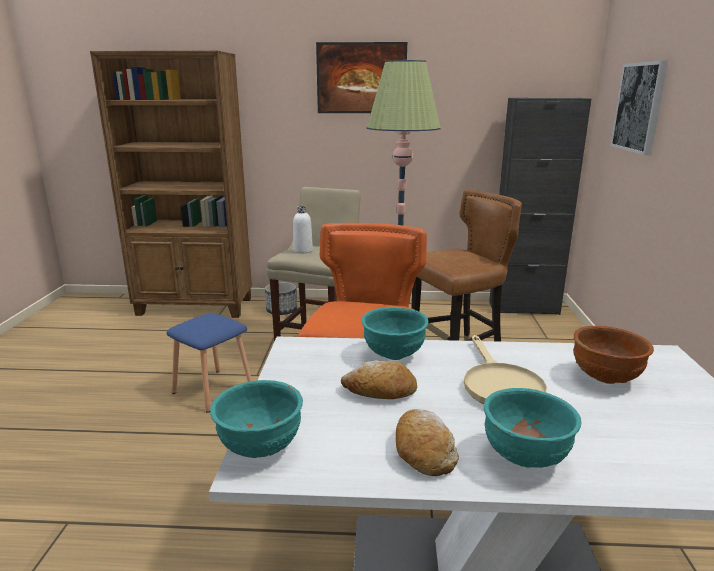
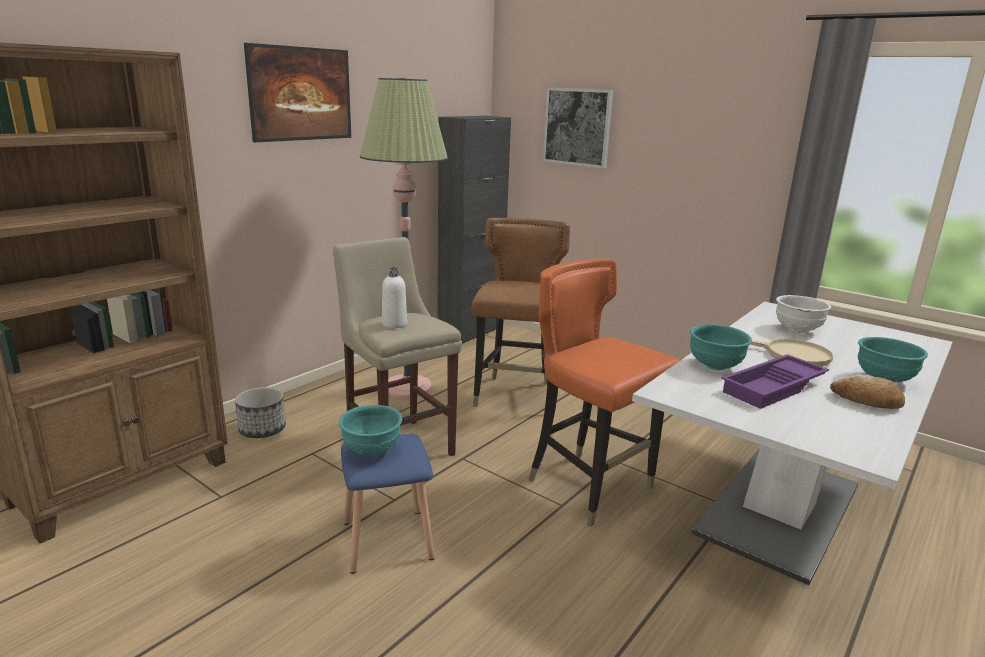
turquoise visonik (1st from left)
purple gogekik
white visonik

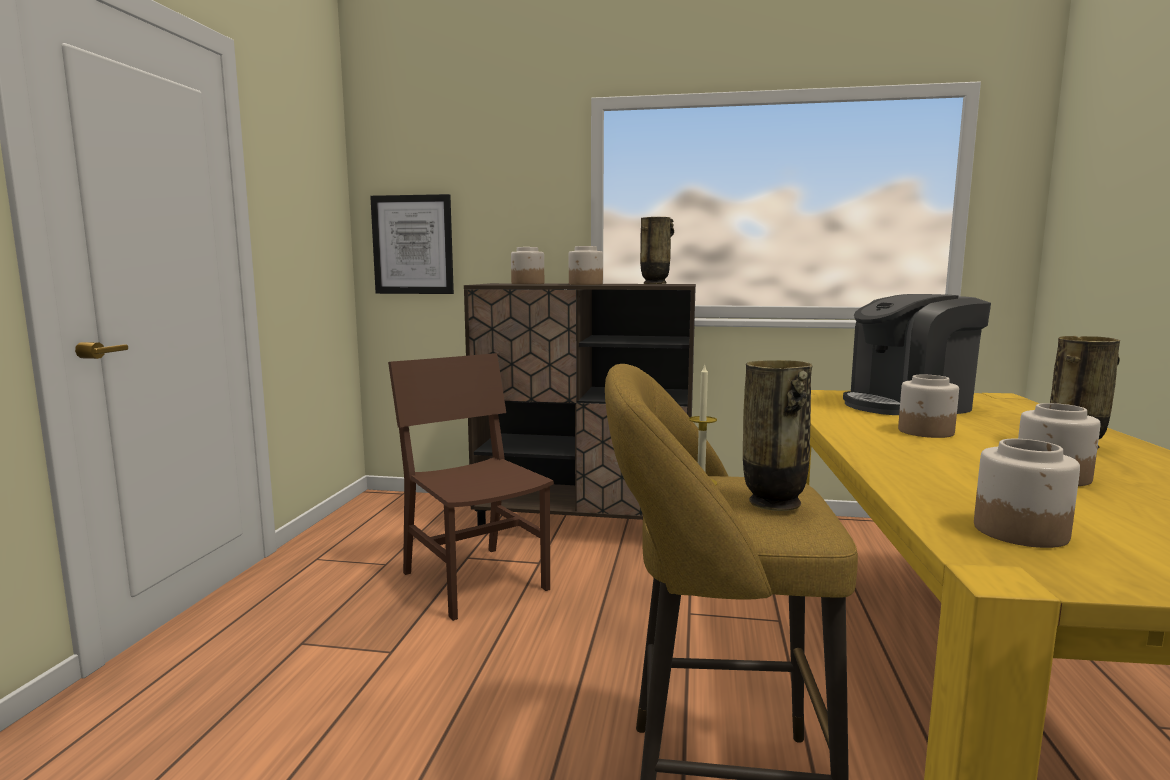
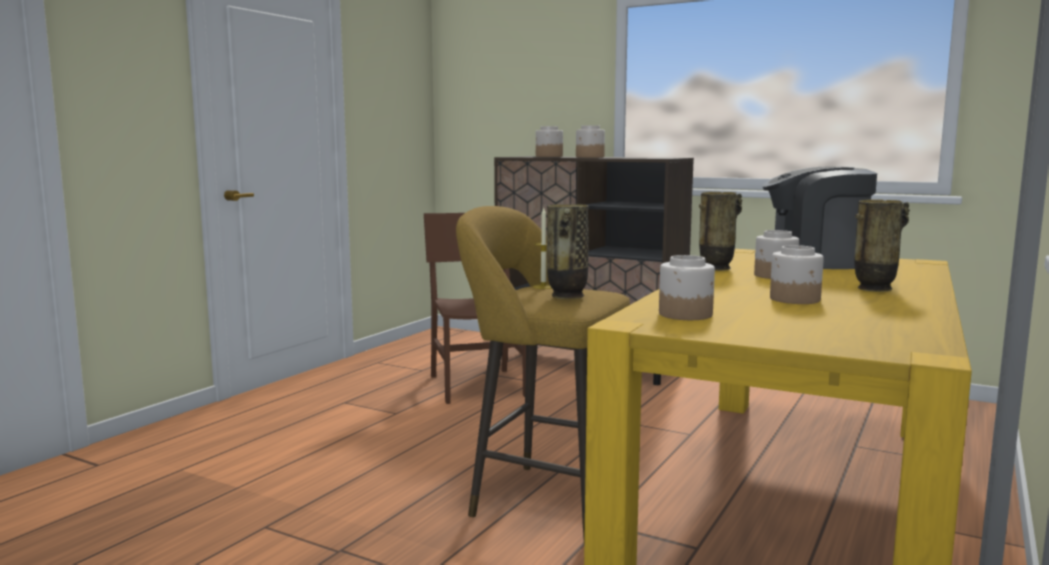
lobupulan
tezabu (2nd from left)

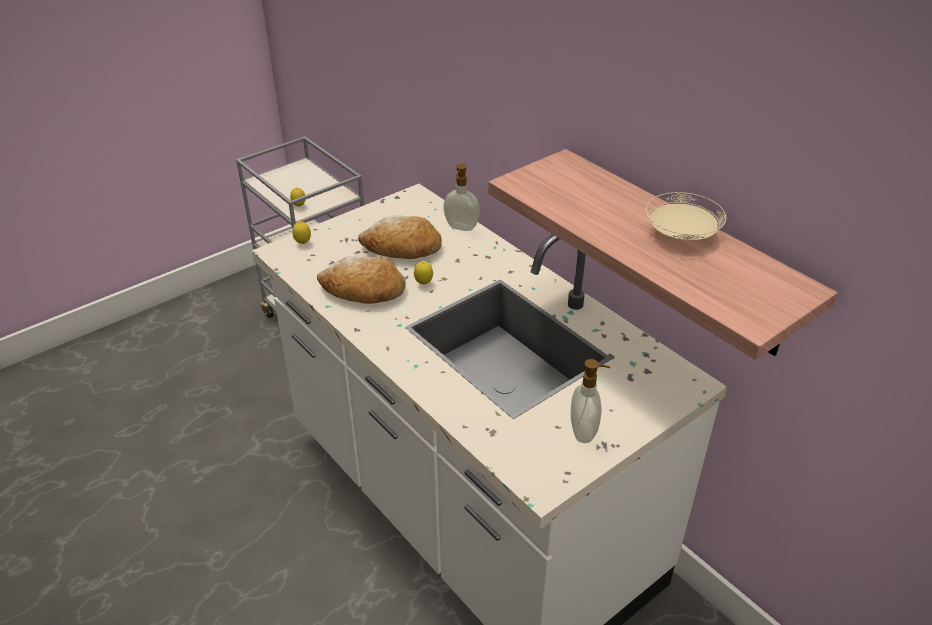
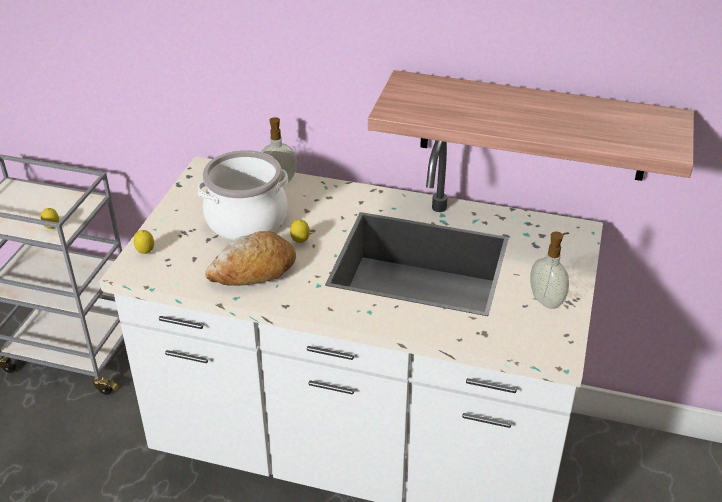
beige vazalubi
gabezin

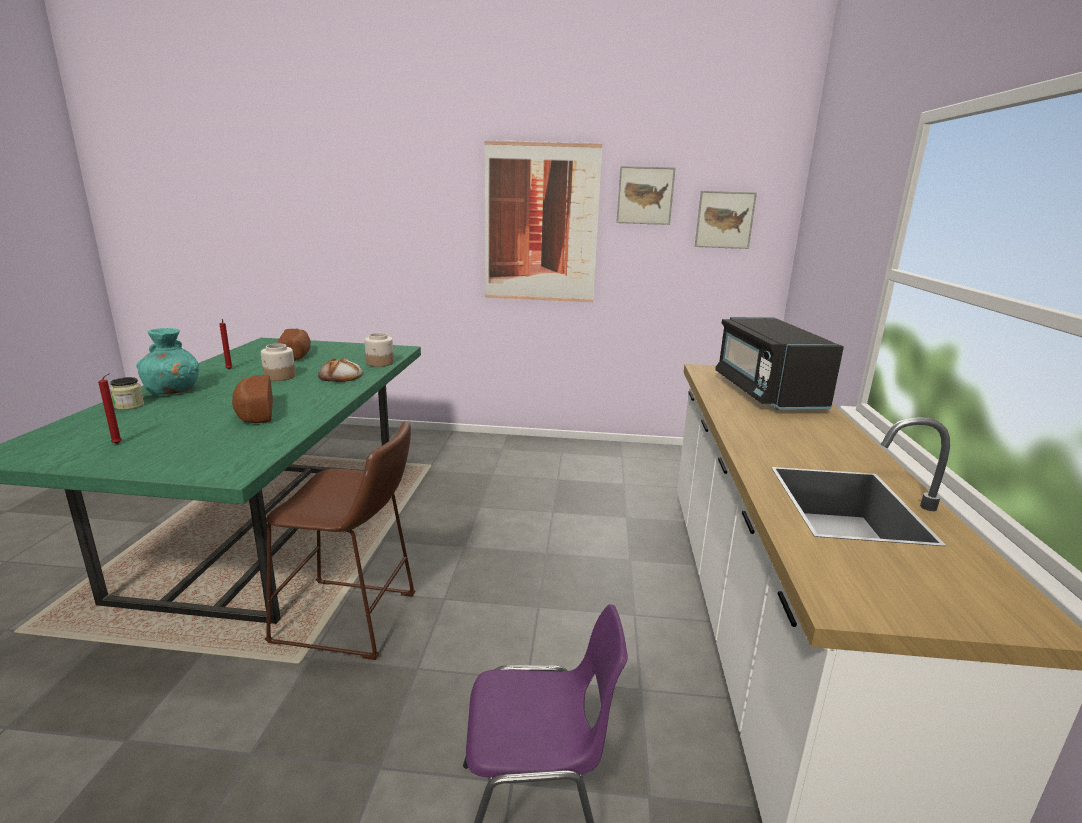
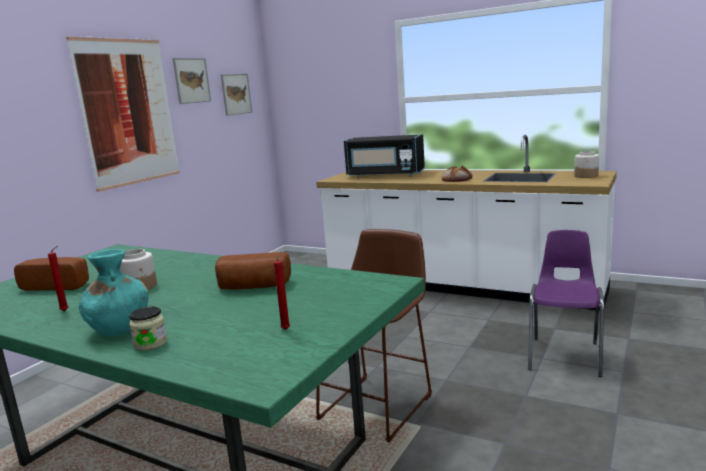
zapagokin (3rd from left)
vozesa (3rd from left)

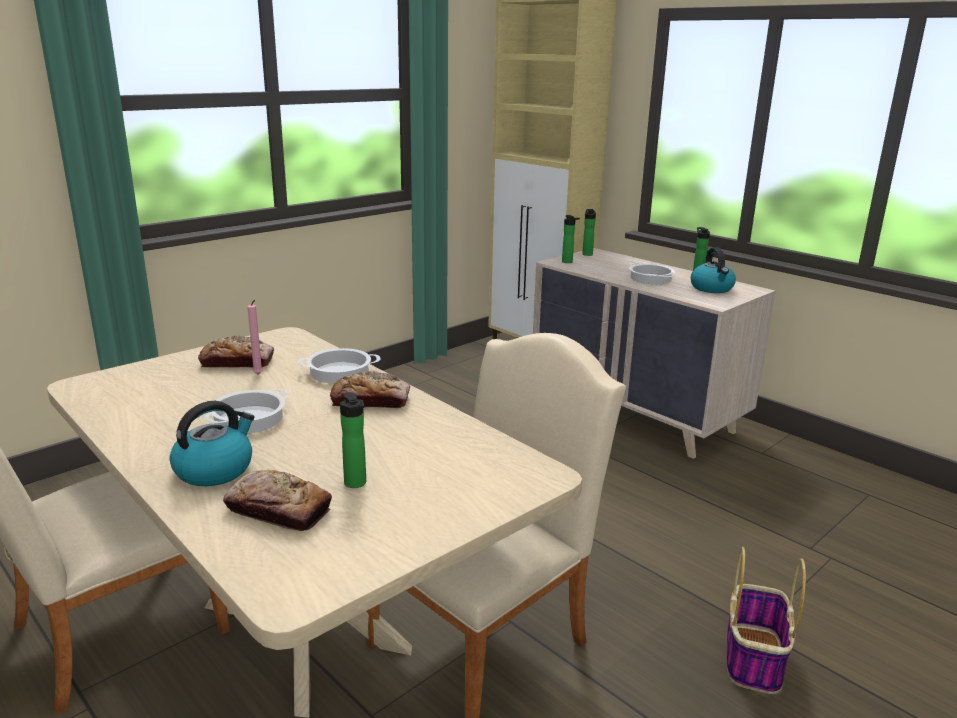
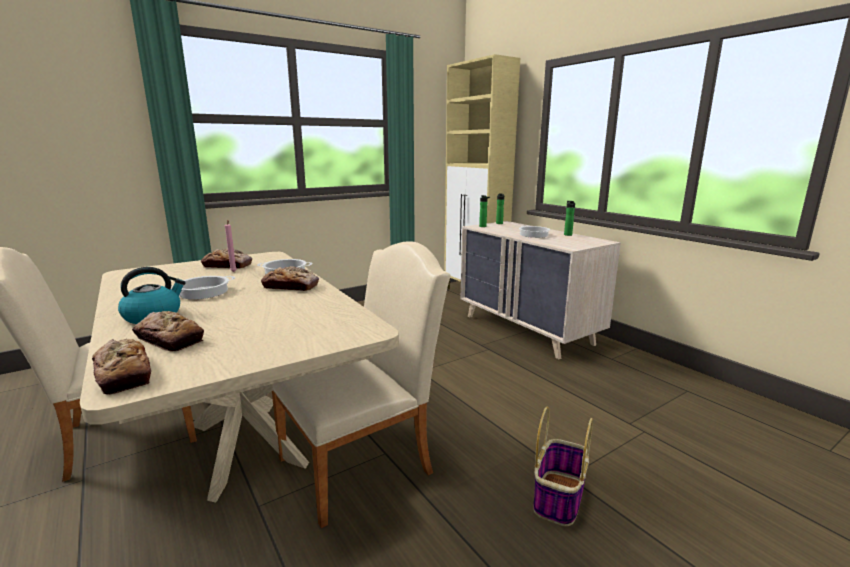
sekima (1st from left in the first image)
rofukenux (2nd from left in the first image)
zapagokin (1st from left)

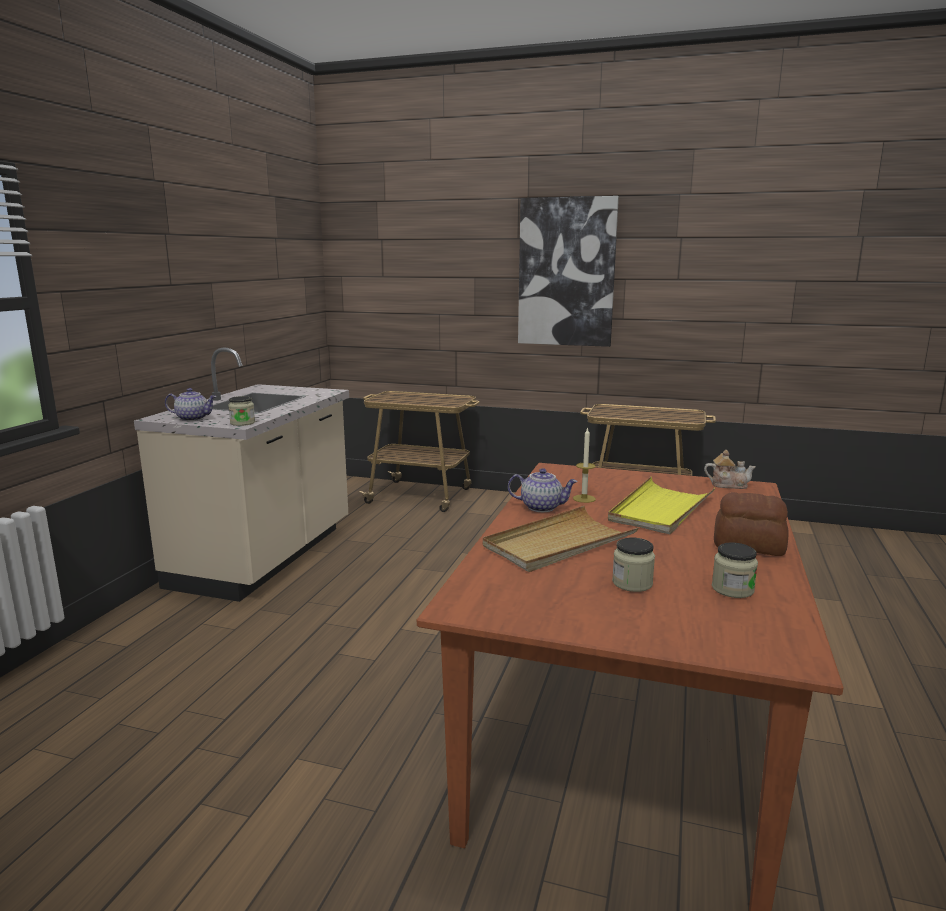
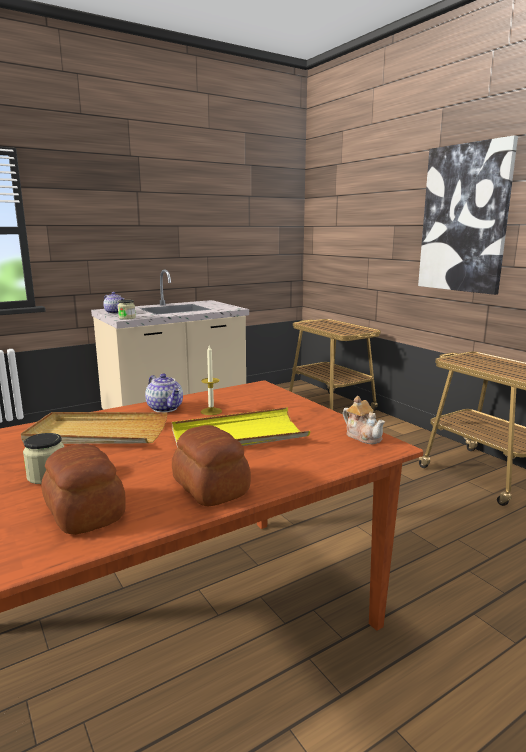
zapagokin (1st from left)

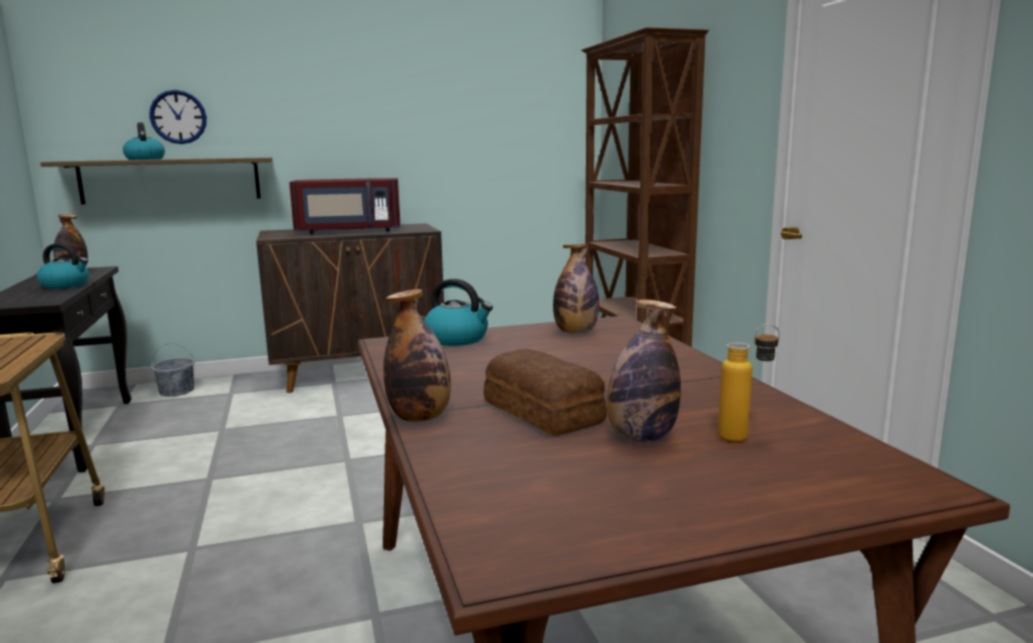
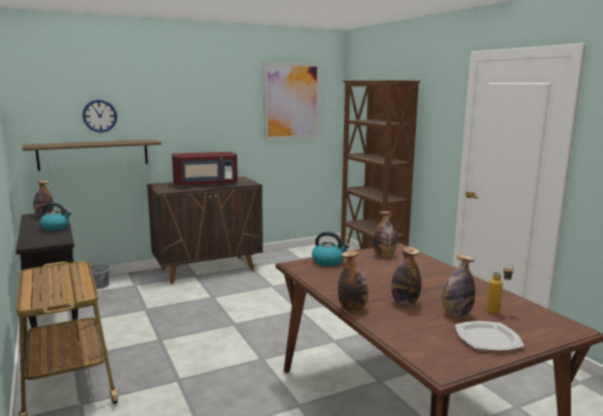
rofukenux (2nd from left in the first image)
lobupulan
vazalubi
sekima (4th from left)

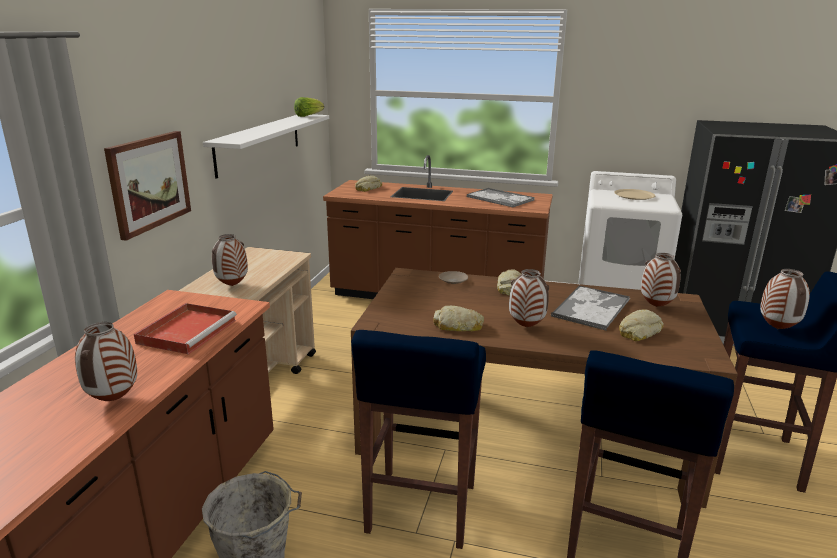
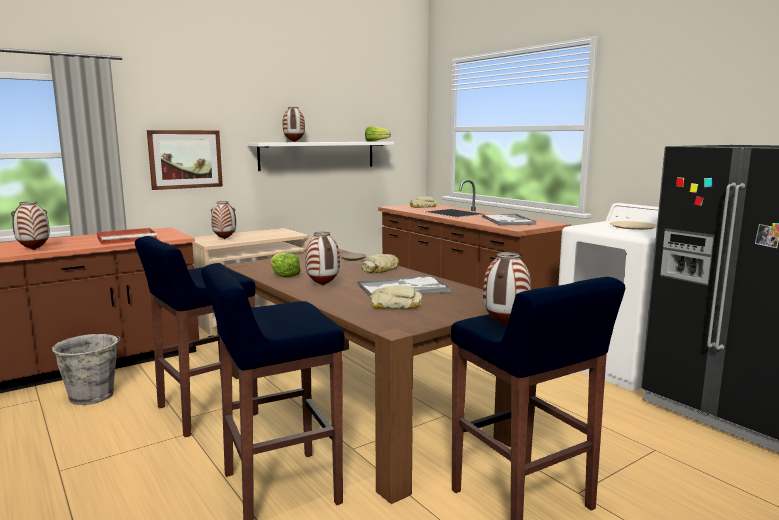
tezabu (3rd from left)
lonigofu (1st from left)

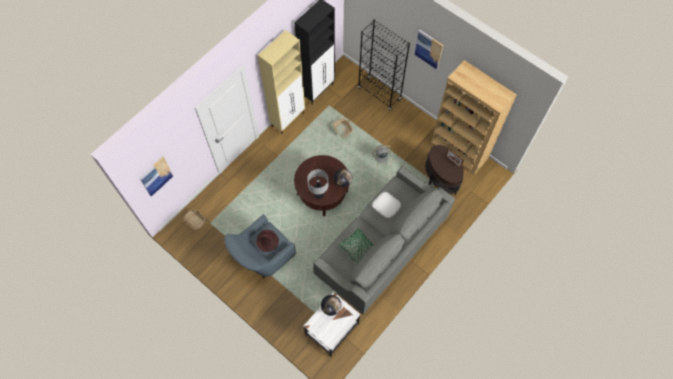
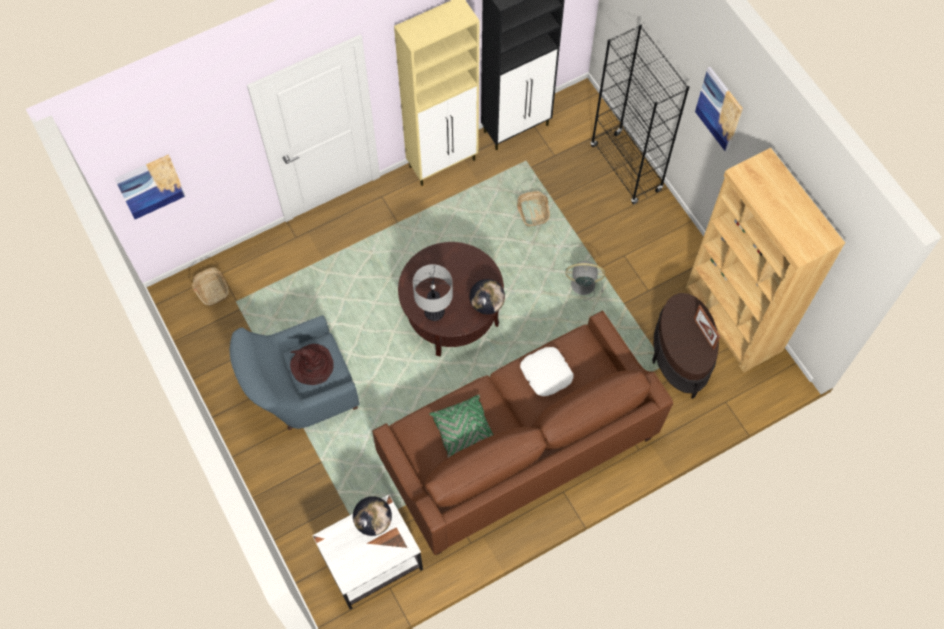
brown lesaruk

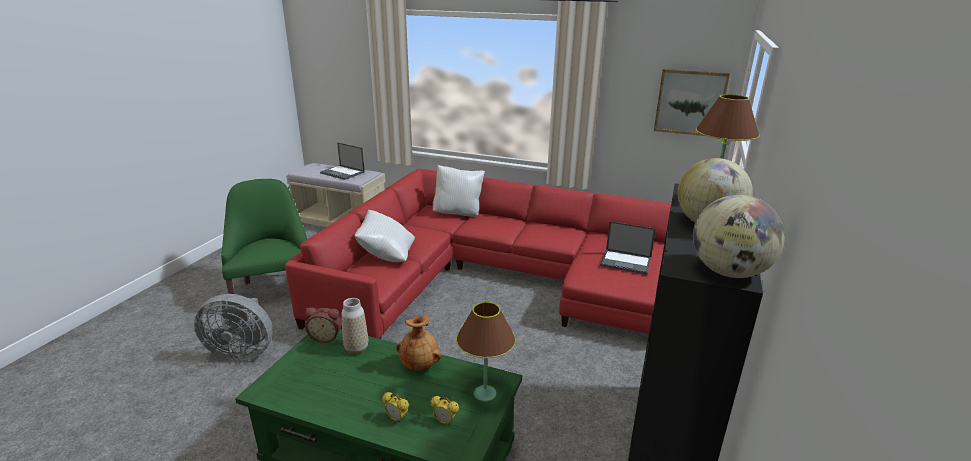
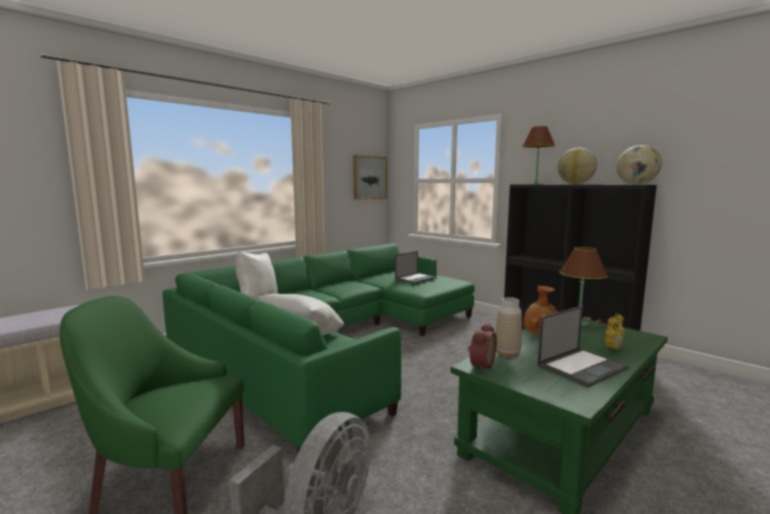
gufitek (2nd from left)
green lesaruk

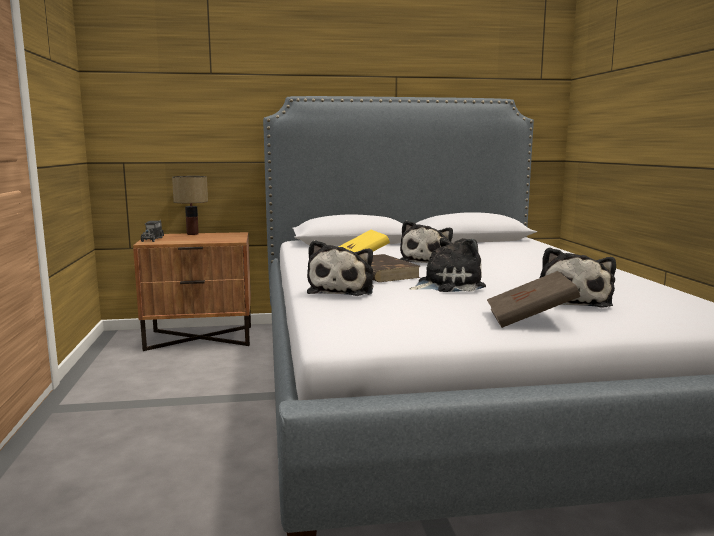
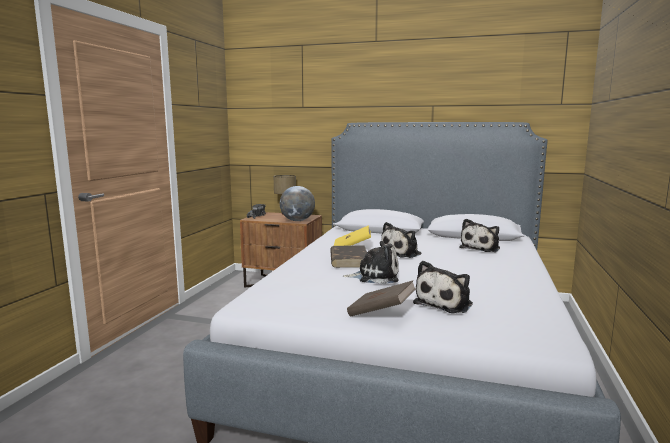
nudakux
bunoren (4th from left)

